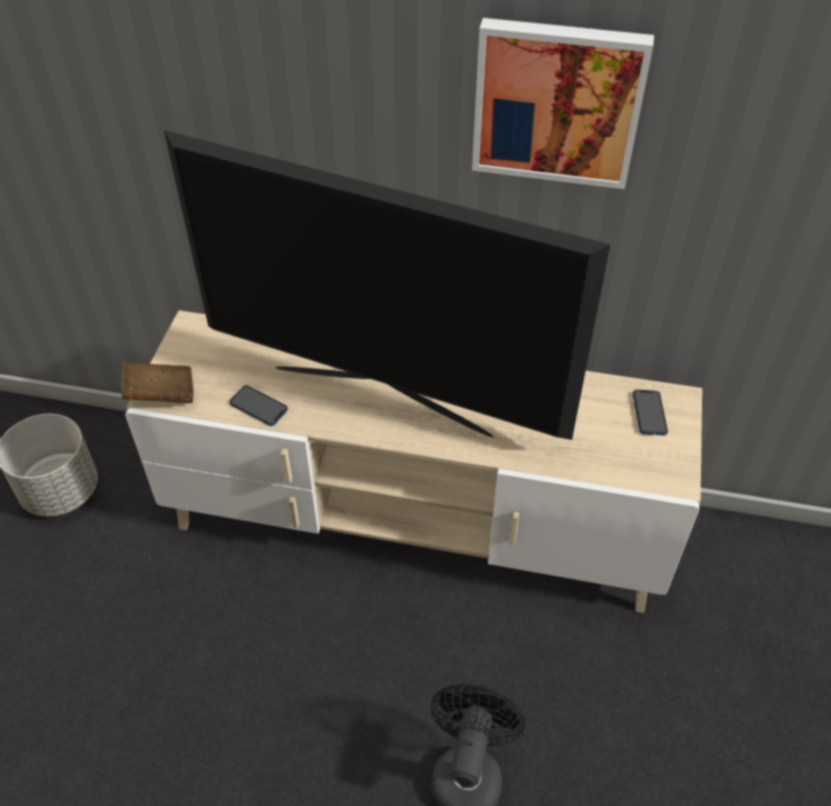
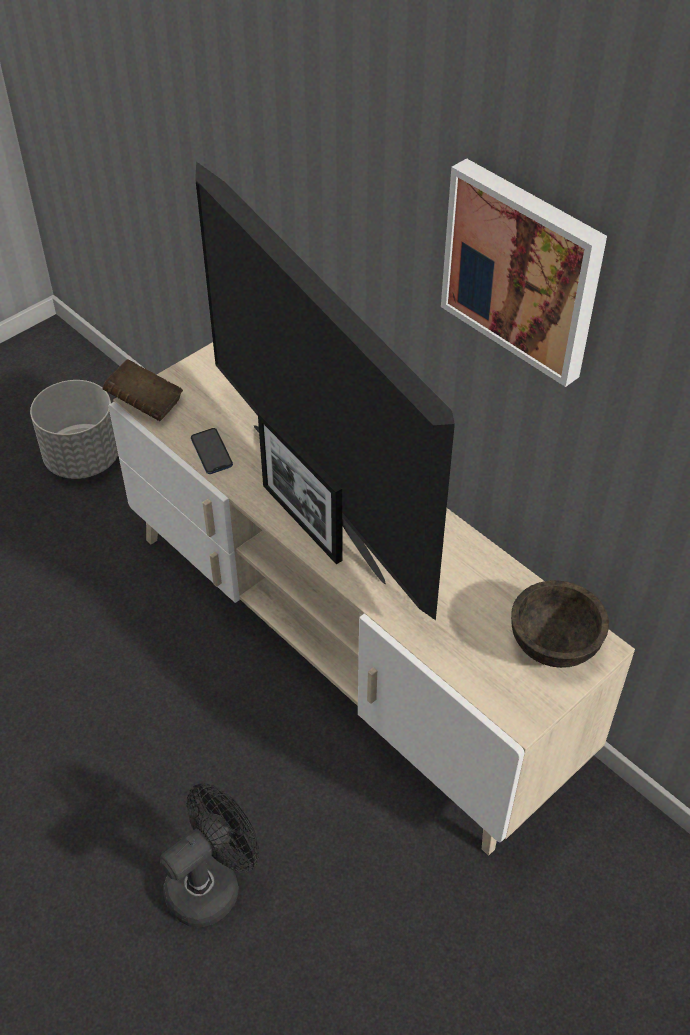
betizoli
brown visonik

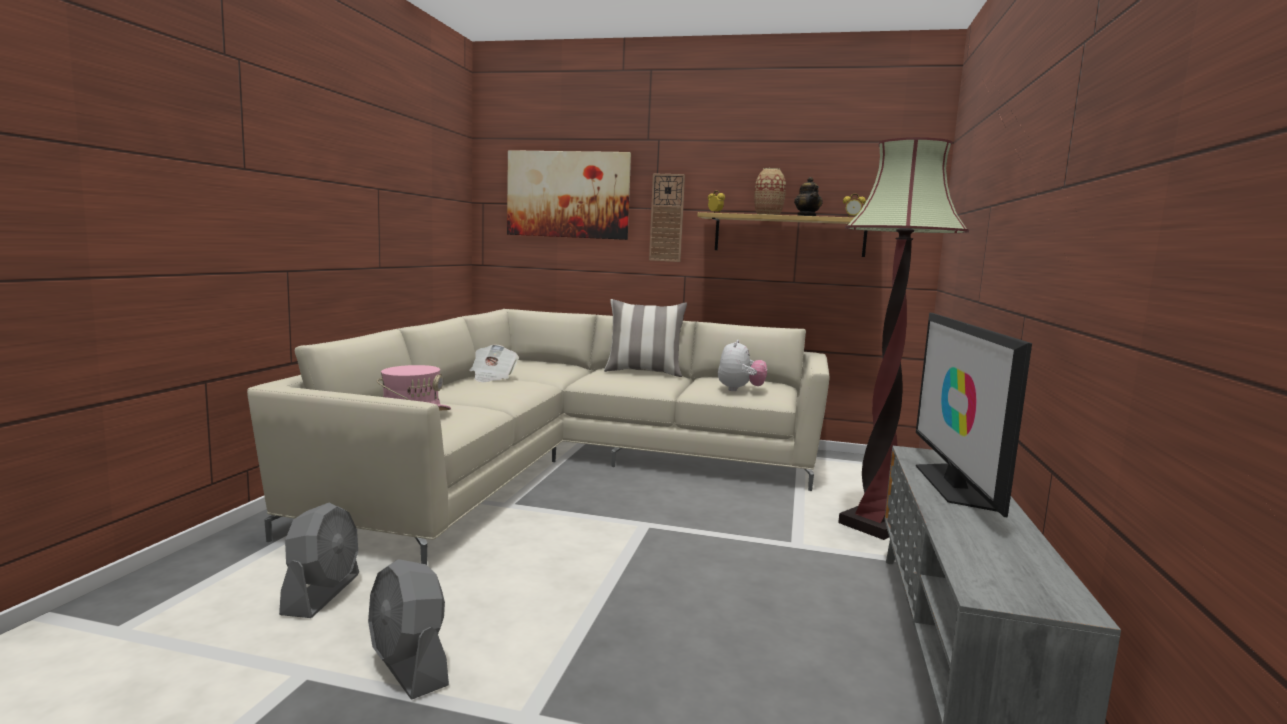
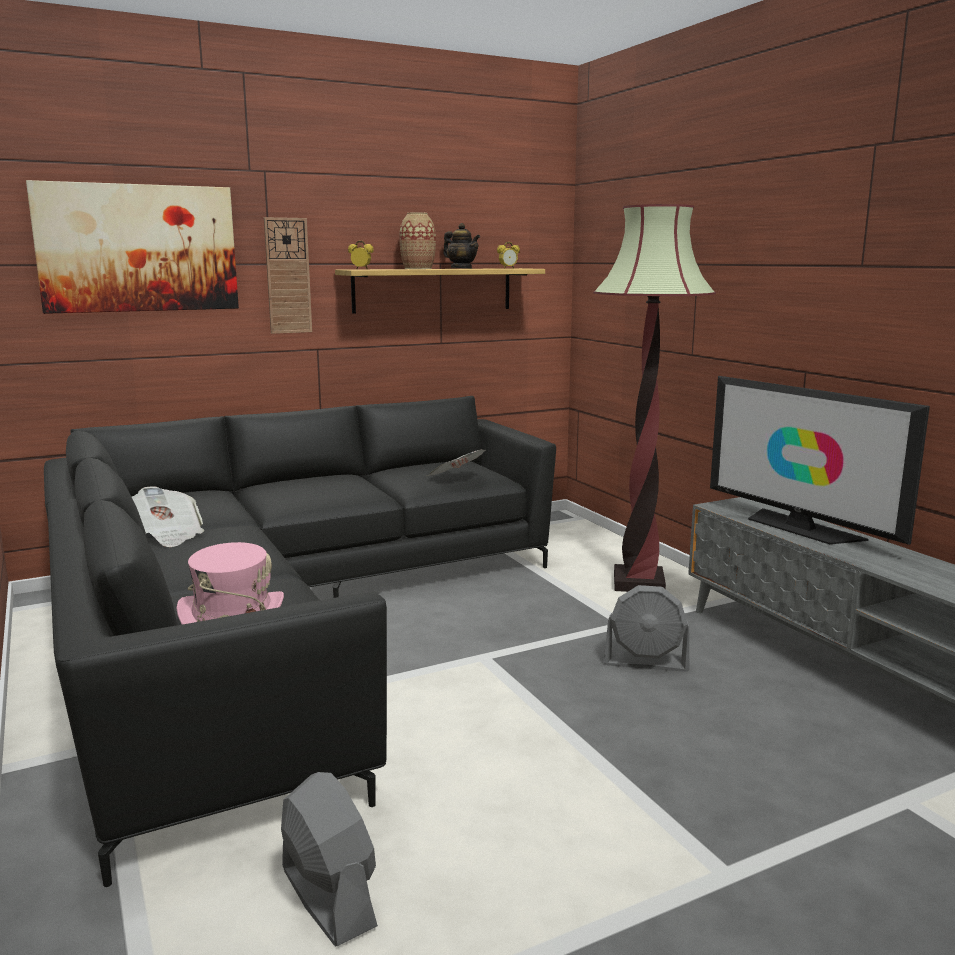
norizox
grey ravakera (2nd from left)
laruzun (2nd from left)
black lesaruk

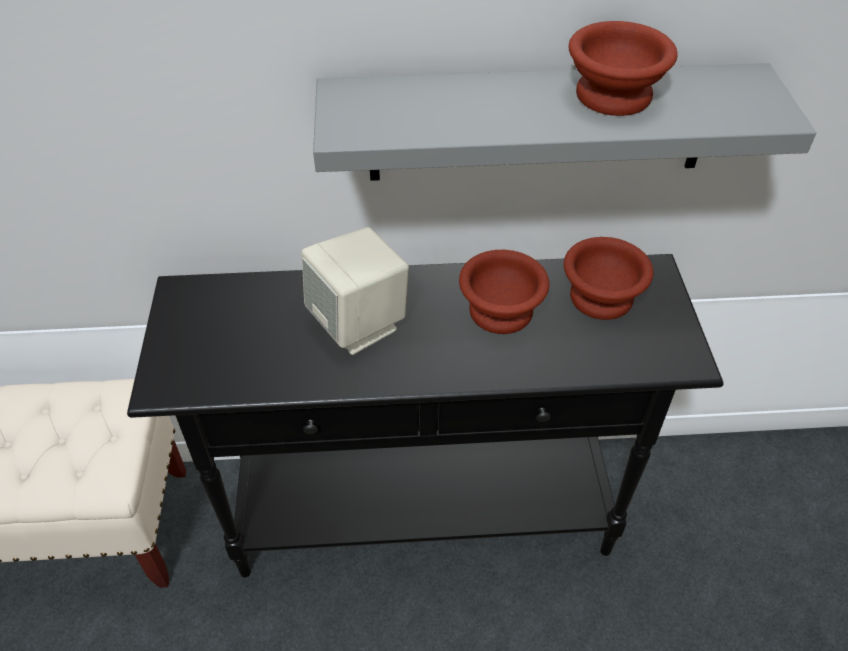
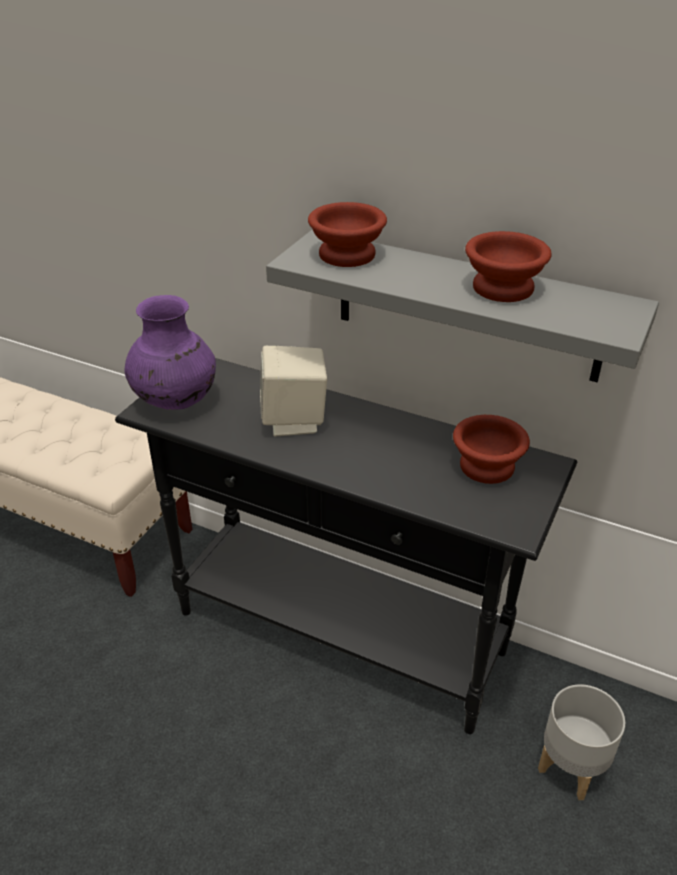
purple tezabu
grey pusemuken
brown visonik (1st from left)

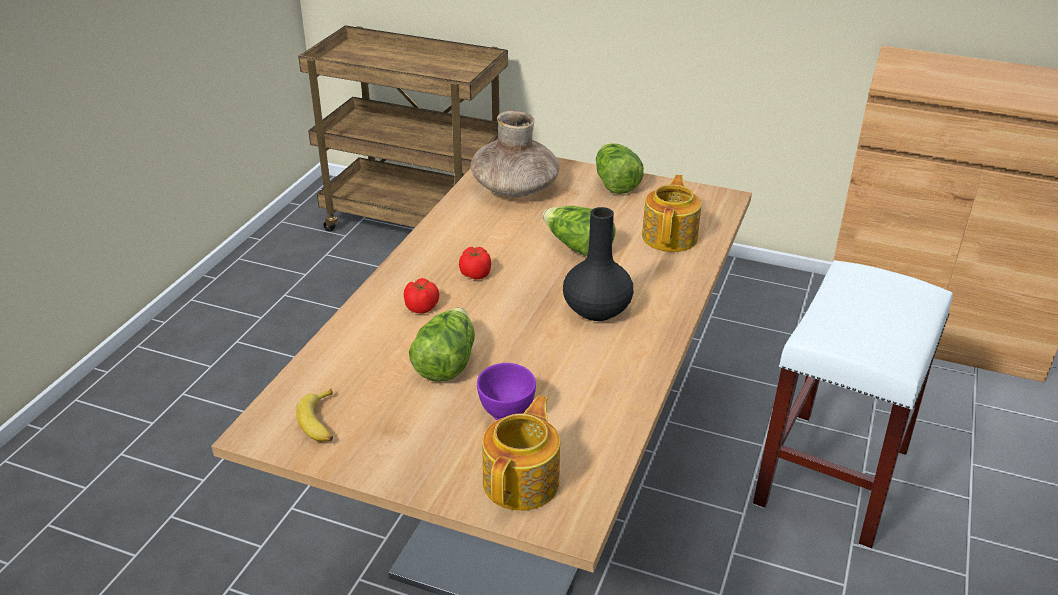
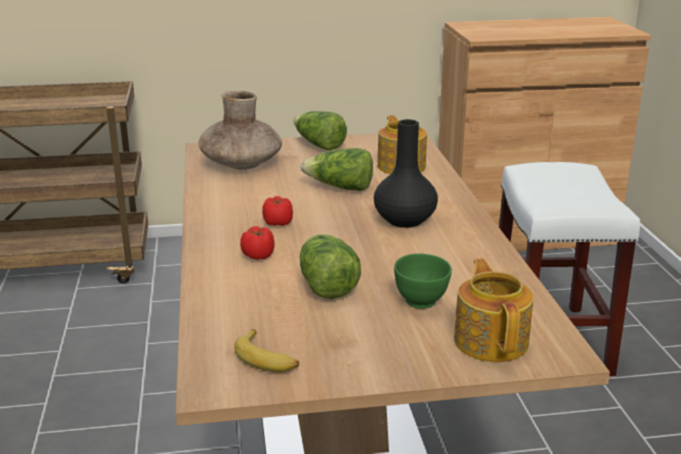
green visonik

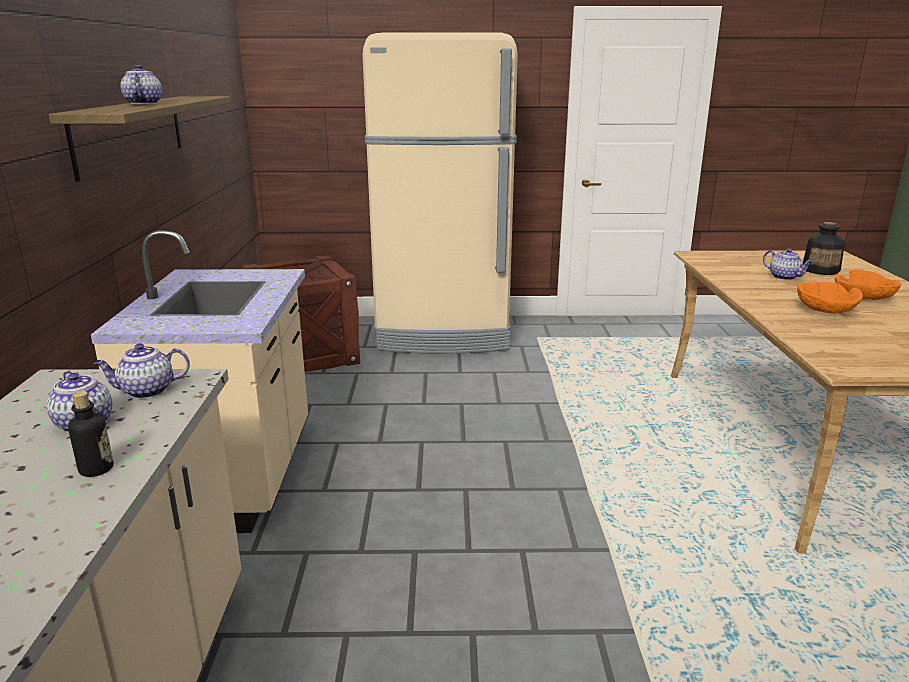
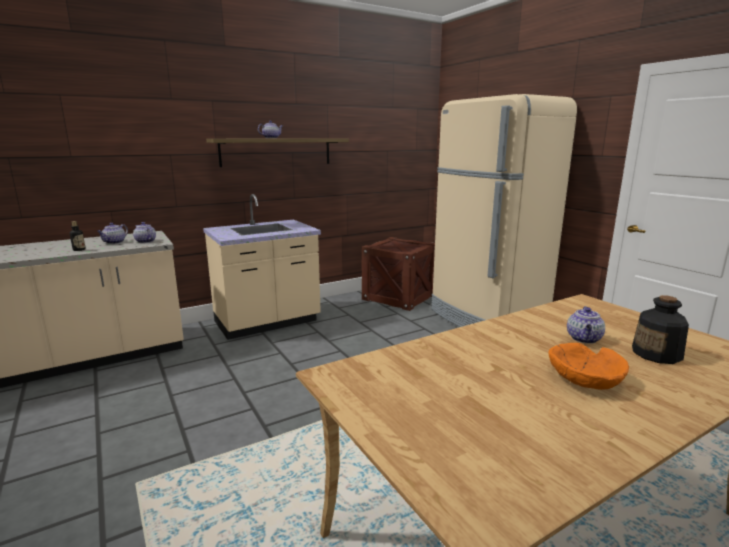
orange visonik (1st from left in the first image)

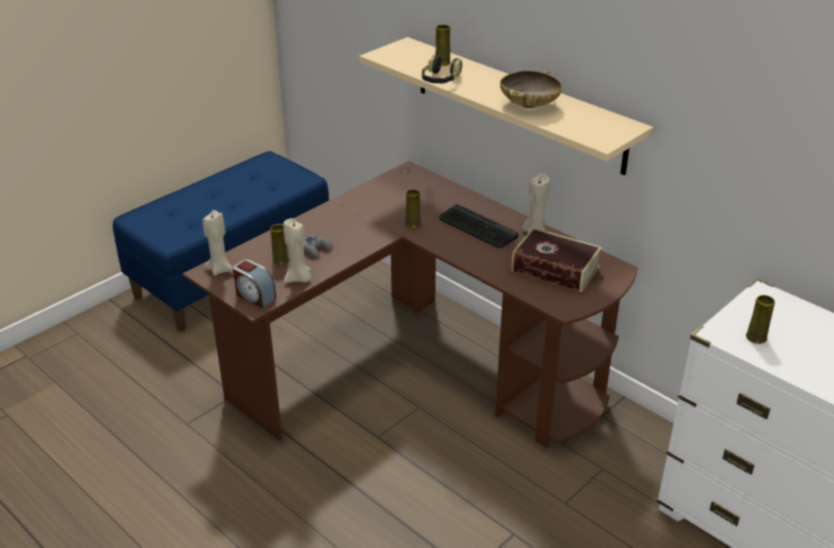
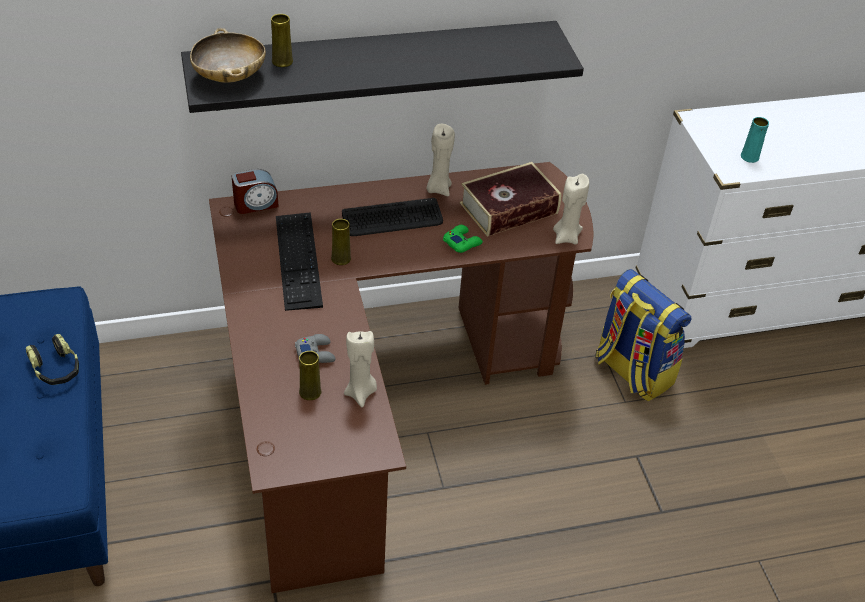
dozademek (1st from left)
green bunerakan
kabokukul
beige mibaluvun (3rd from left)
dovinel
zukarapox
beige visonik
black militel
turquoise tezabu

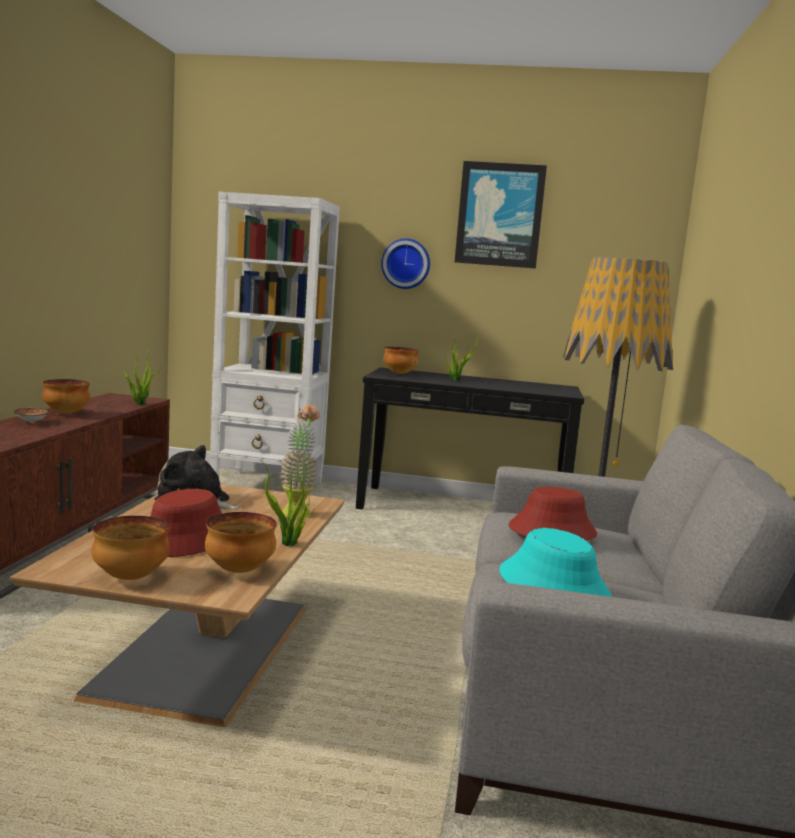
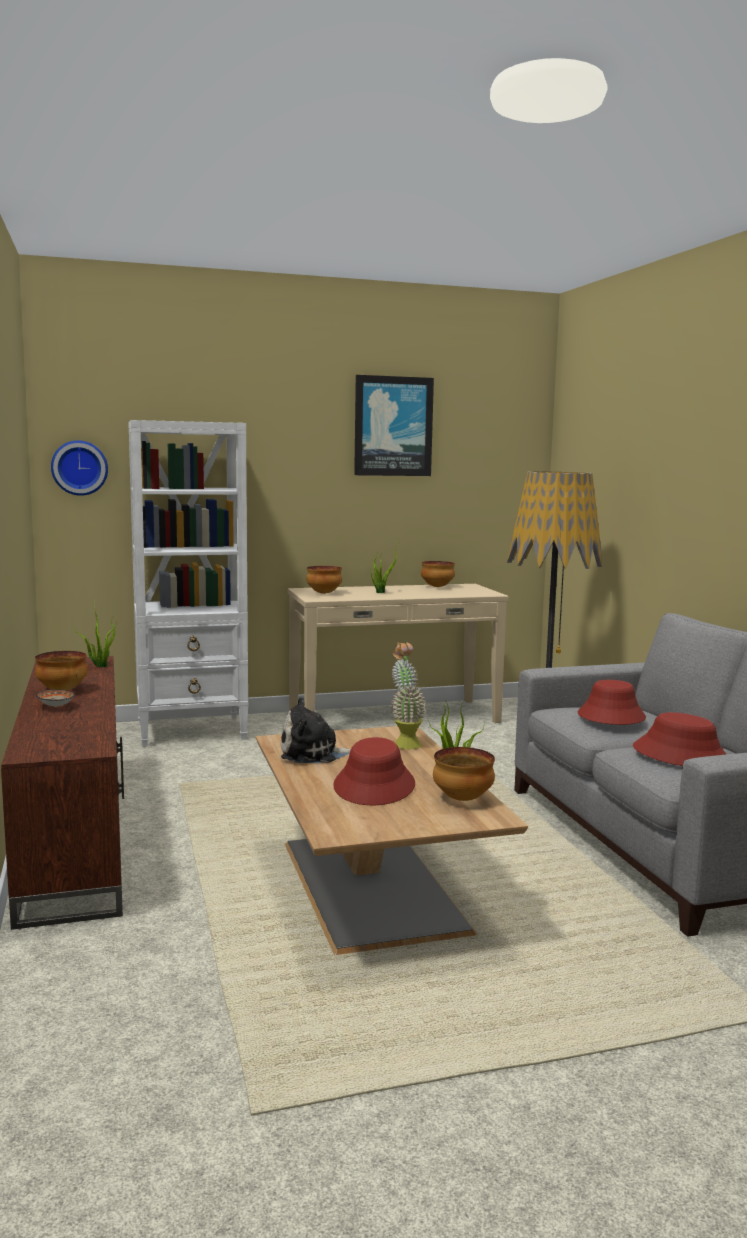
visonik (4th from left)
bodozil
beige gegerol
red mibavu (3rd from left)

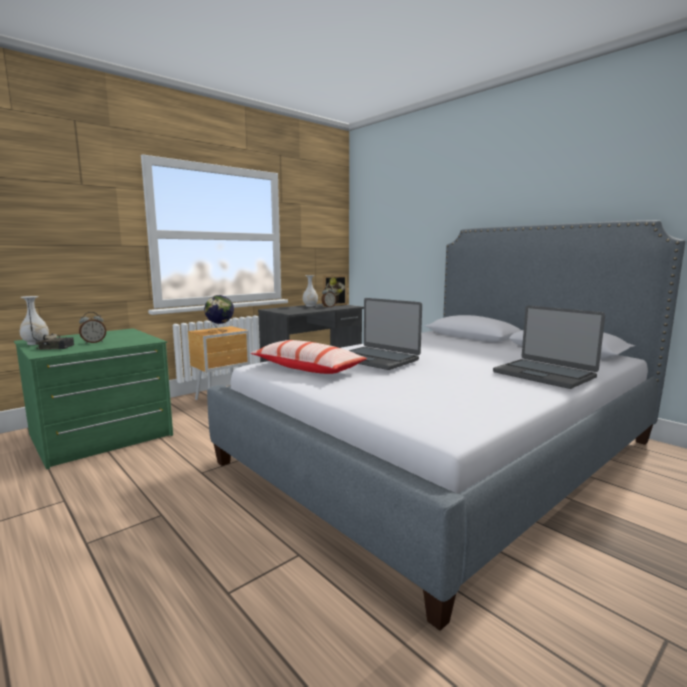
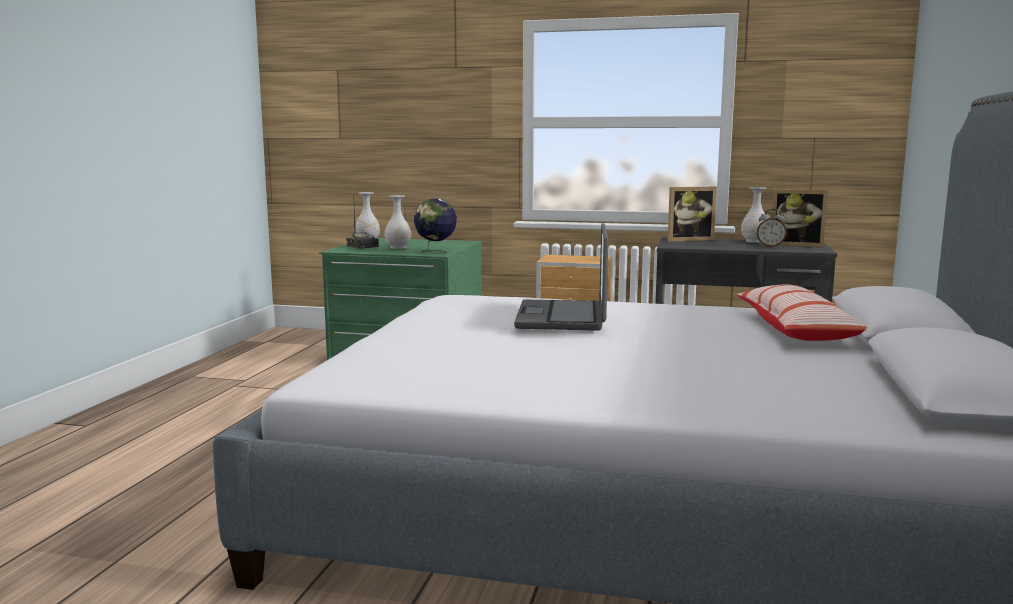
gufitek (2nd from left in the first image)
betizoli (1st from left)
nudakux
norizox
white tezabu (2nd from left)

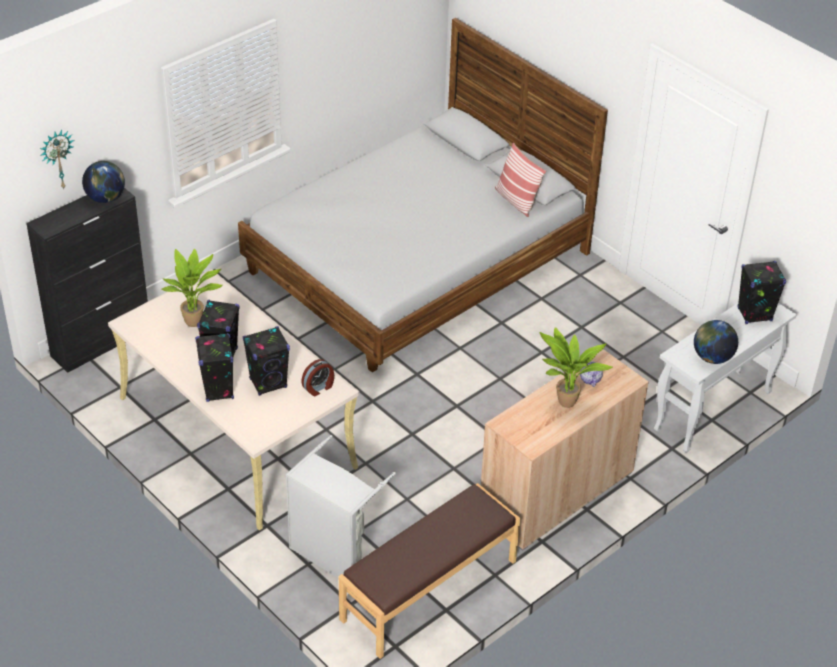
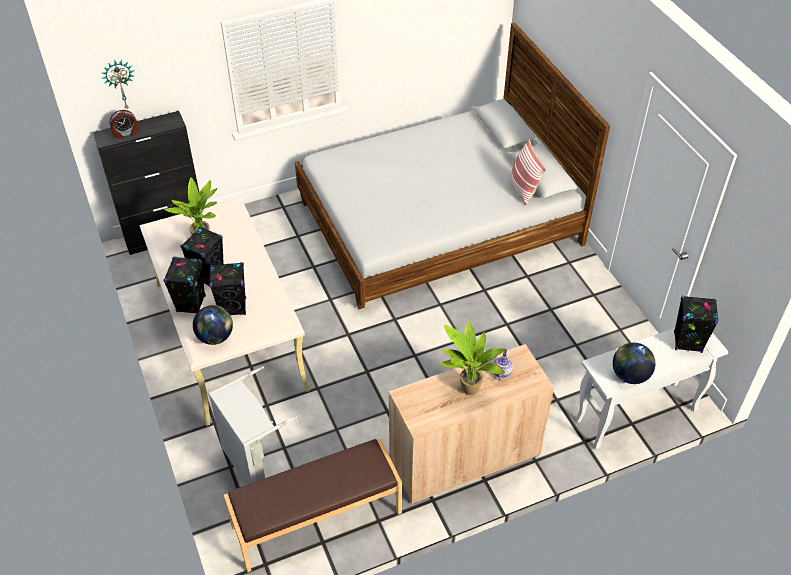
nudakux (1st from left)
dovinel

